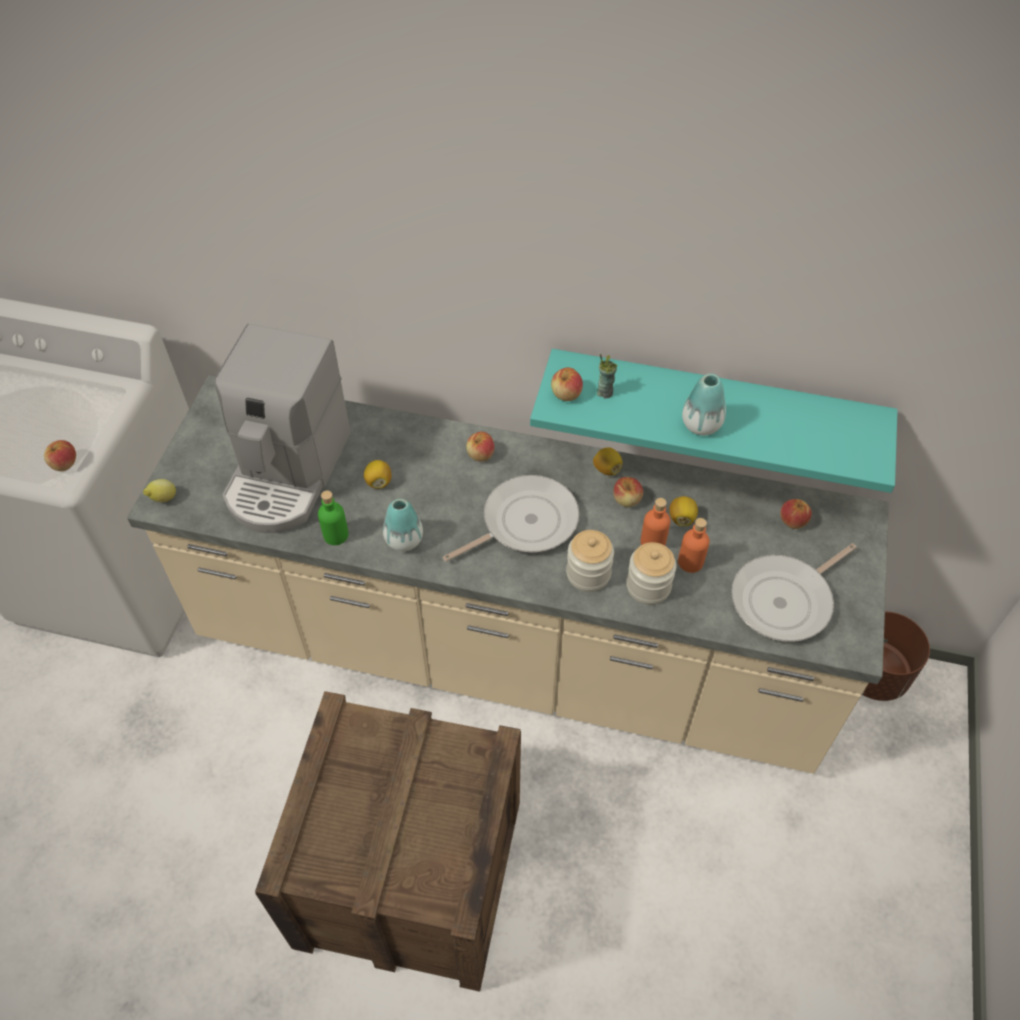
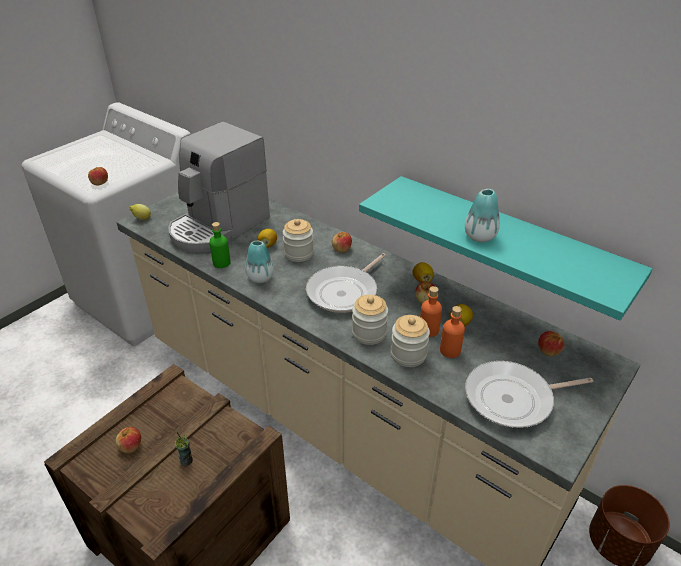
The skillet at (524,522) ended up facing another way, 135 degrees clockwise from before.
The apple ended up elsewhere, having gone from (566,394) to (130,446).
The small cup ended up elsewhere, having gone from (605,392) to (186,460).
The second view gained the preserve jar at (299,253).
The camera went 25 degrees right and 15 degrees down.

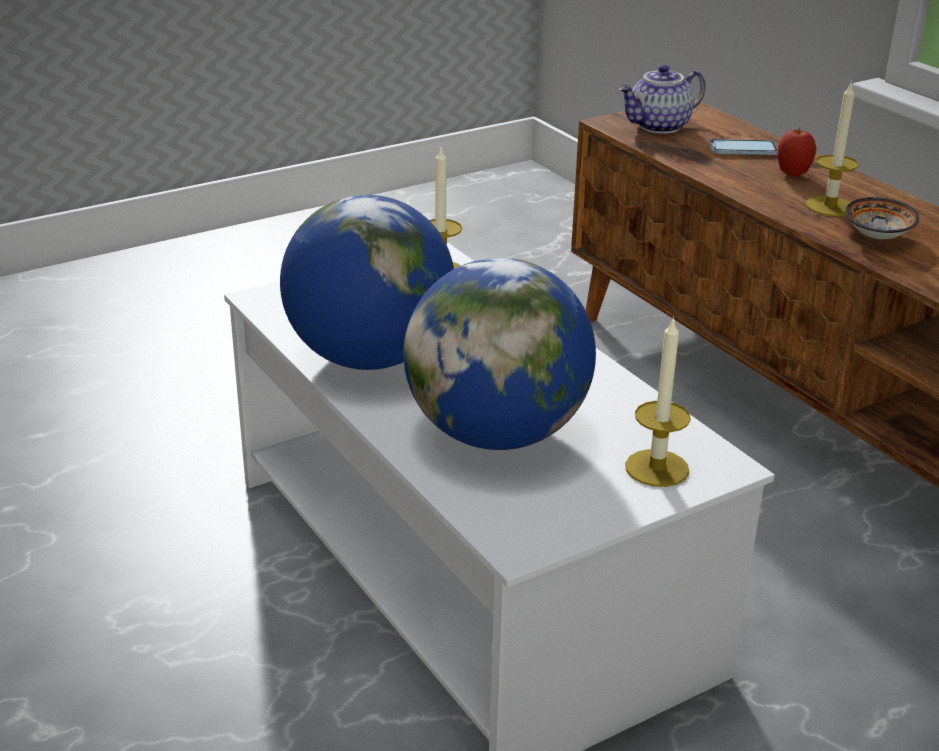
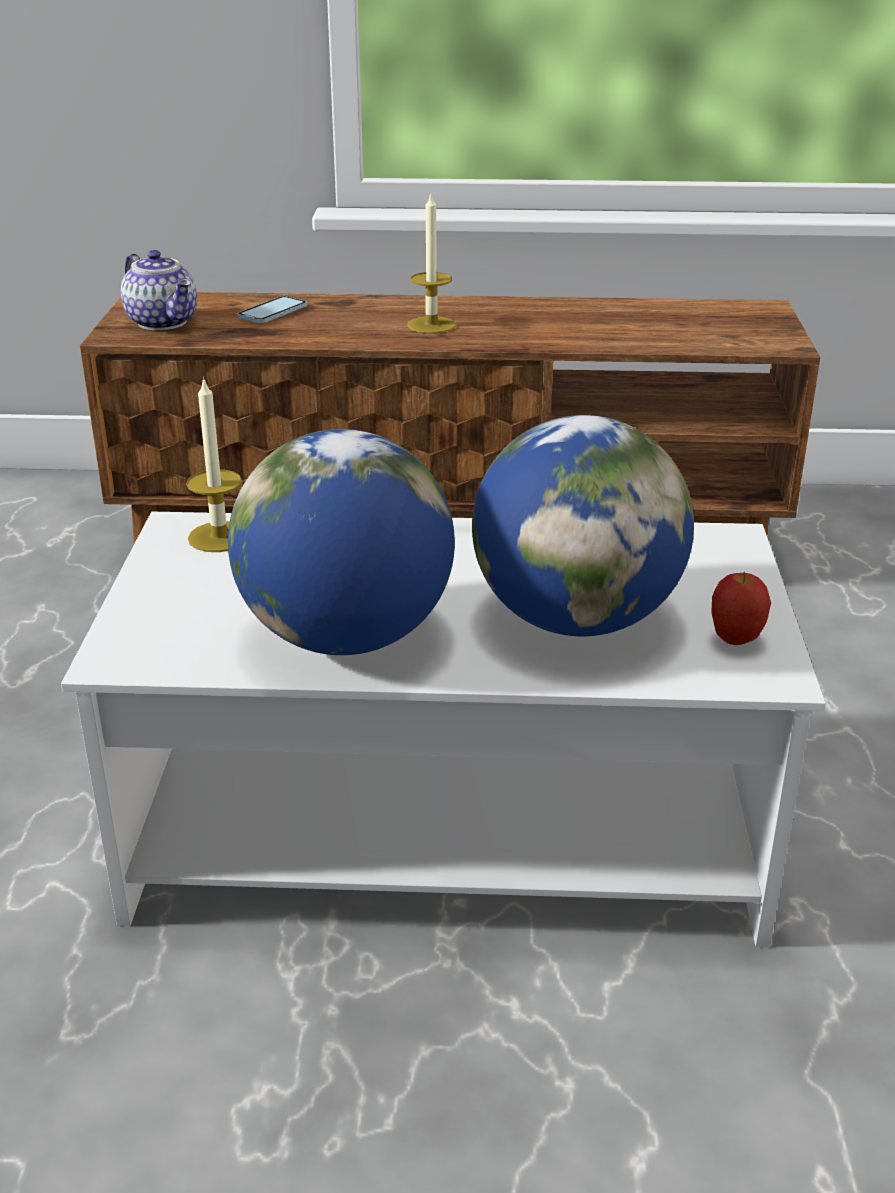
The teapot at (659,127) ended up facing another way, 45 degrees counterclockwise from before.
The second view lost the wax light at (657,468).
The apple ended up elsewhere, having gone from (792,175) to (735,640).
The second view lost the deep dish at (879,236).
The camera went 55 degrees left and 0 degrees up.

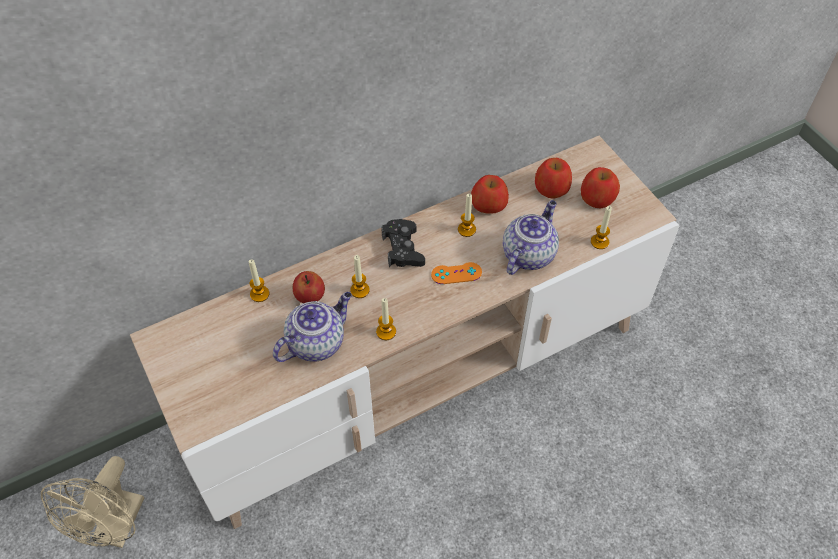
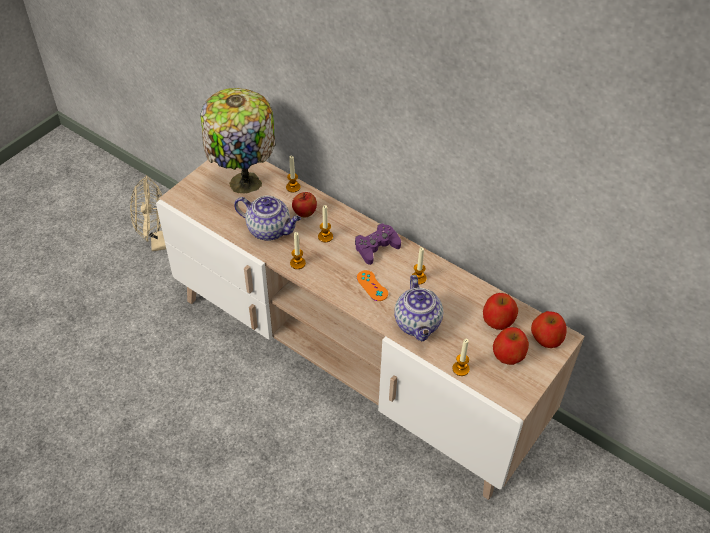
What was the game controller in black-coloured at (403,249) turned into the game controller in purplish at (376,247).
The apple ended up elsewhere, having gone from (488,205) to (546,337).
The teapot at (528,254) ended up facing another way, 75 degrees clockwise from before.
The second view gained the tabletop lamp at (243,184).
The camera went 65 degrees right and 5 degrees down.

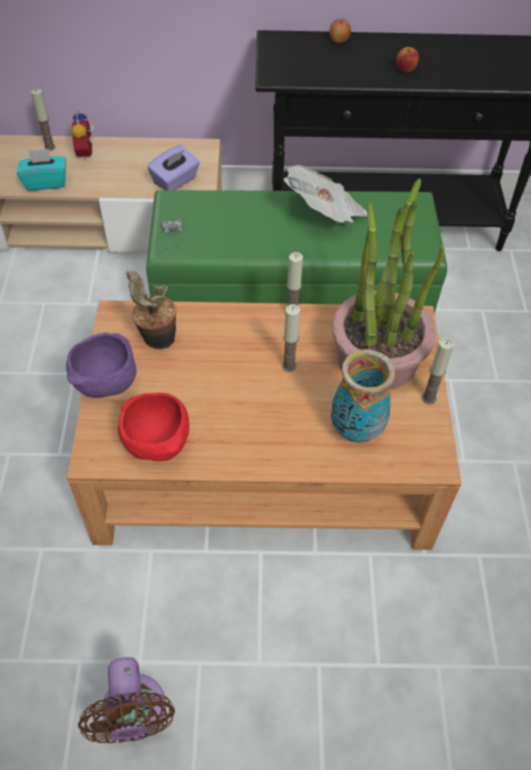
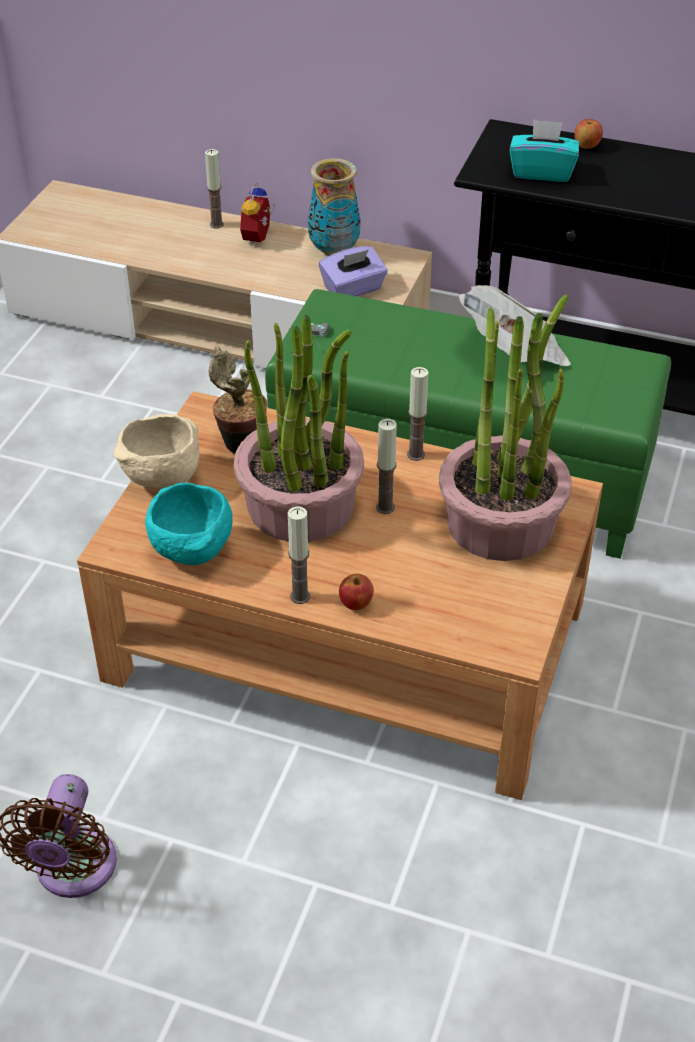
The tissue box in turquoise ended up elsewhere, having gone from (46,182) to (542,172).
What was the deep dish in purplish at (106,385) turned into the deep dish in beige-coloured at (161,479).
What was the deep dish in red-coloured at (159,445) turned into the deep dish in turquoise at (193,552).
The vase ended up elsewhere, having gone from (355,429) to (333,250).
The apple ended up elsewhere, having gone from (405,70) to (356,604).
The wax light ended up elsewhere, having gone from (428,398) to (300,596).
The second view gained the houseplant at (301,506).
The camera went 20 degrees right and 10 degrees down.

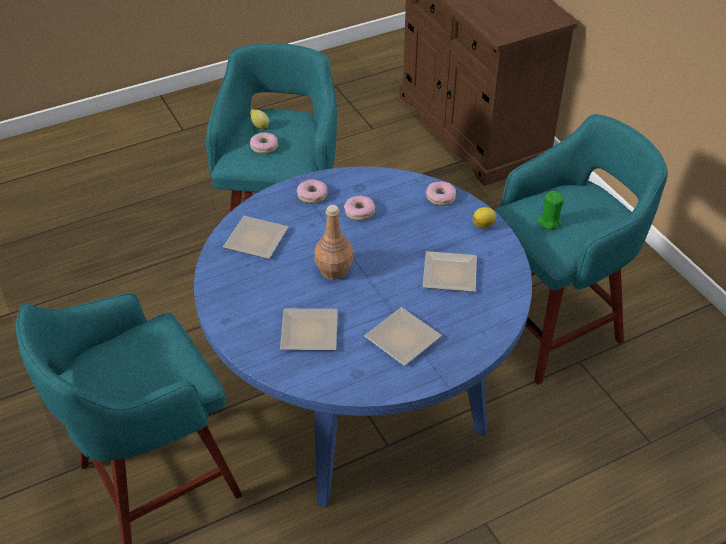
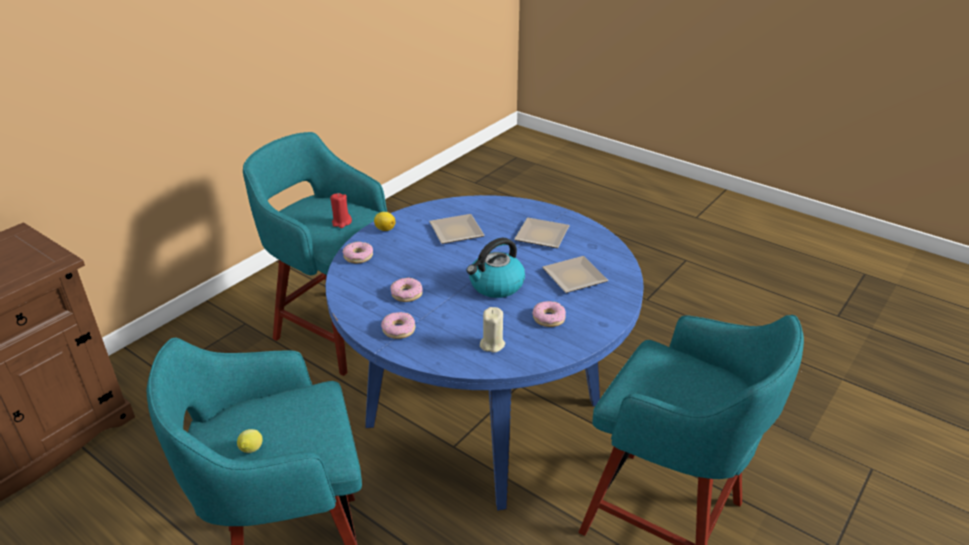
Where the flat dish stood at (254,241), the wax light in beige-coloured came to stand at (492,344).
The ring doughnut ended up elsewhere, having gone from (264,146) to (549,318).
Where the beverage bottle in brown stood at (334,271), the kettle came to stand at (496,285).
What was the wax light in green-coloured at (549,222) turned into the wax light in red-coloured at (341,222).
The camera went 115 degrees left and 10 degrees down.

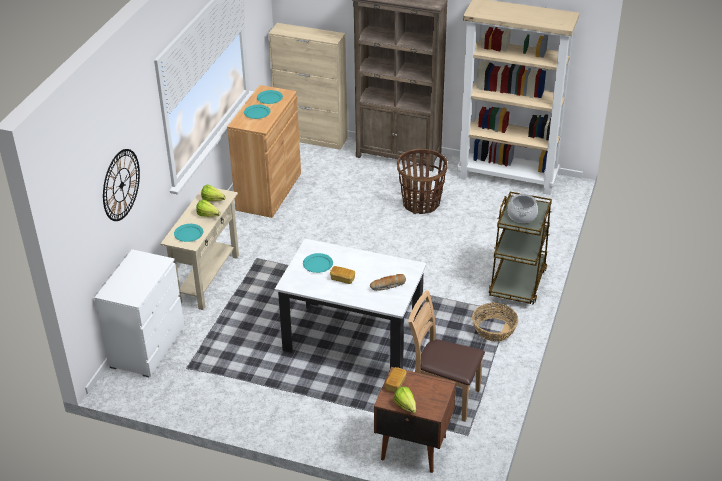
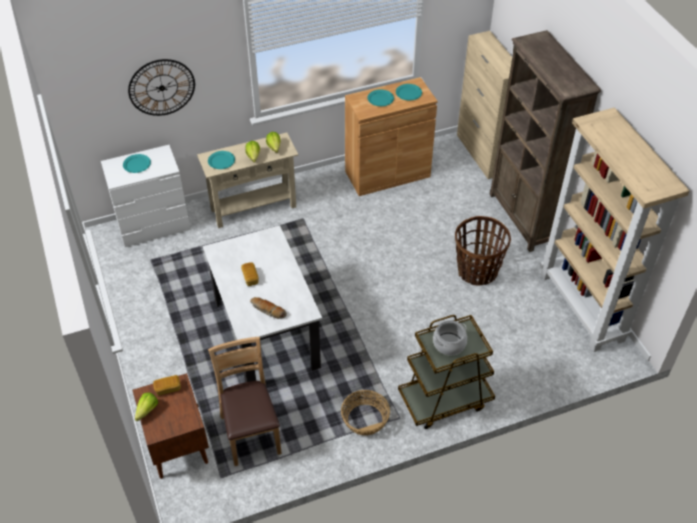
The flat dish in turquoise ended up elsewhere, having gone from (318,264) to (137,165).
The camera went 50 degrees right and 10 degrees up.

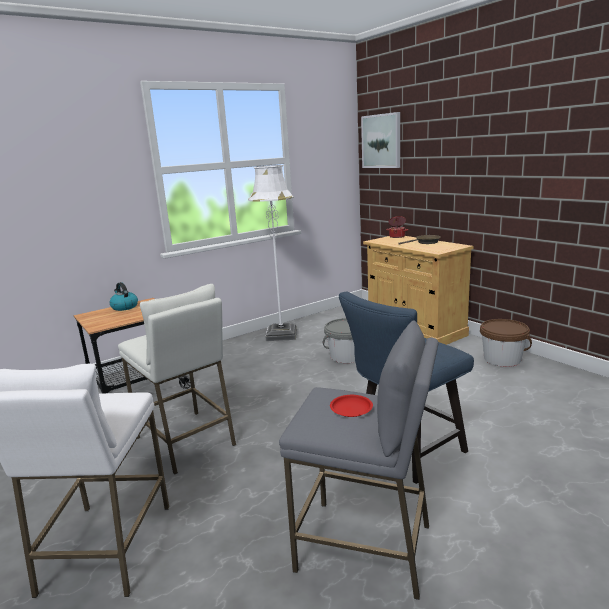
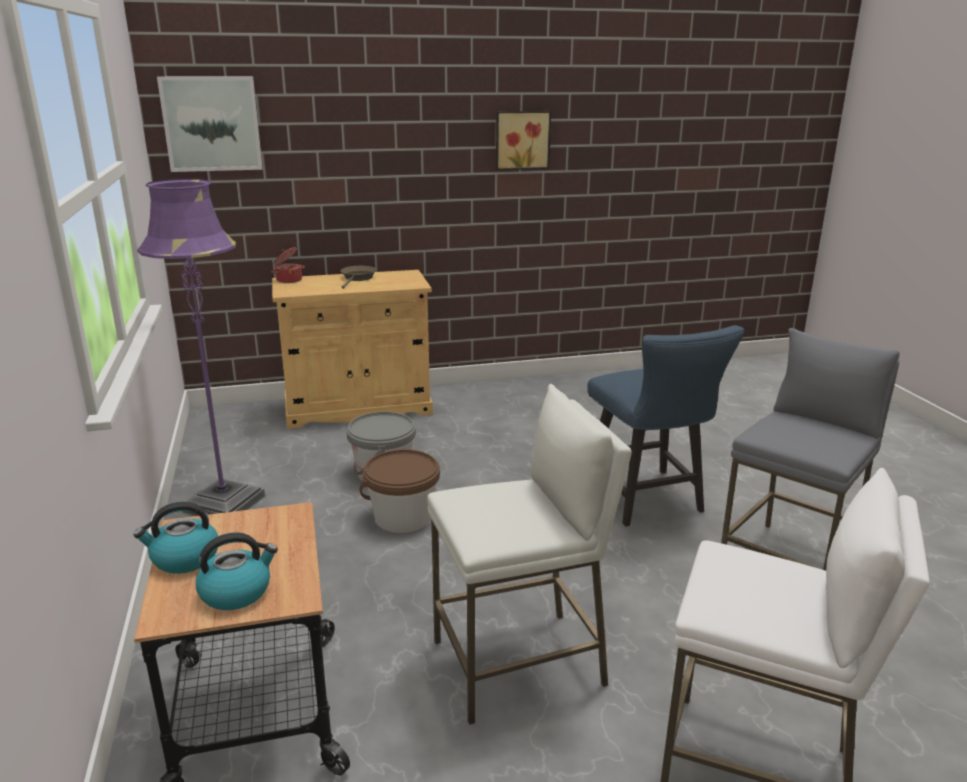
What was the standing lamp in whitish at (281,334) turned into the standing lamp in purplish at (224,504).
The second view lost the flat dish in red-coloured at (351,408).
The bucket in brown ended up elsewhere, having gone from (502,359) to (403,517).
The second view gained the kettle at (237,592).
The second view gained the wall art at (522,140).
The camera went 70 degrees left and 5 degrees up.

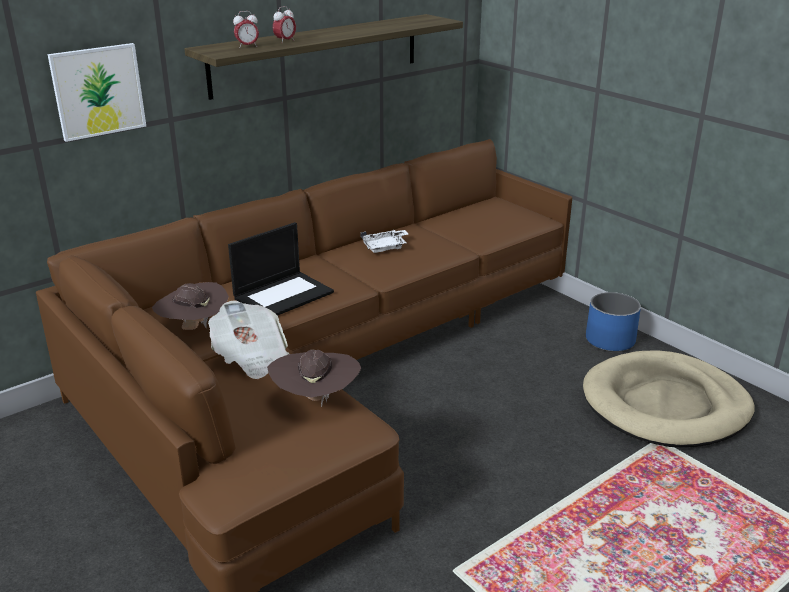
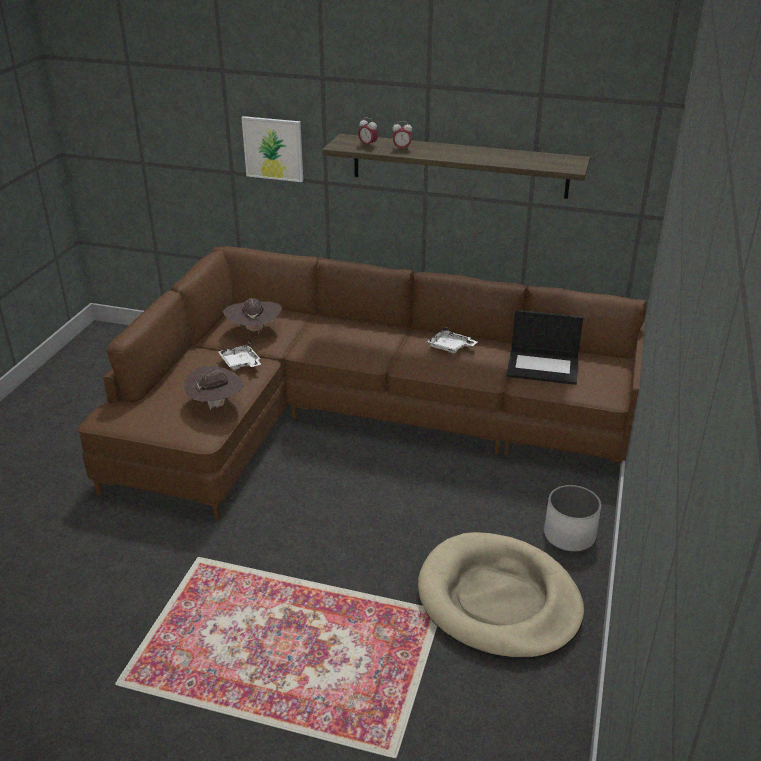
Where the printed paper stood at (251,357), the tray in whitish came to stand at (240,363).
The portable computer ended up elsewhere, having gone from (283,294) to (543,367).
What was the plant pot in blue at (610,340) turned into the plant pot in whitish at (570,535).
The camera went 55 degrees right and 5 degrees up.

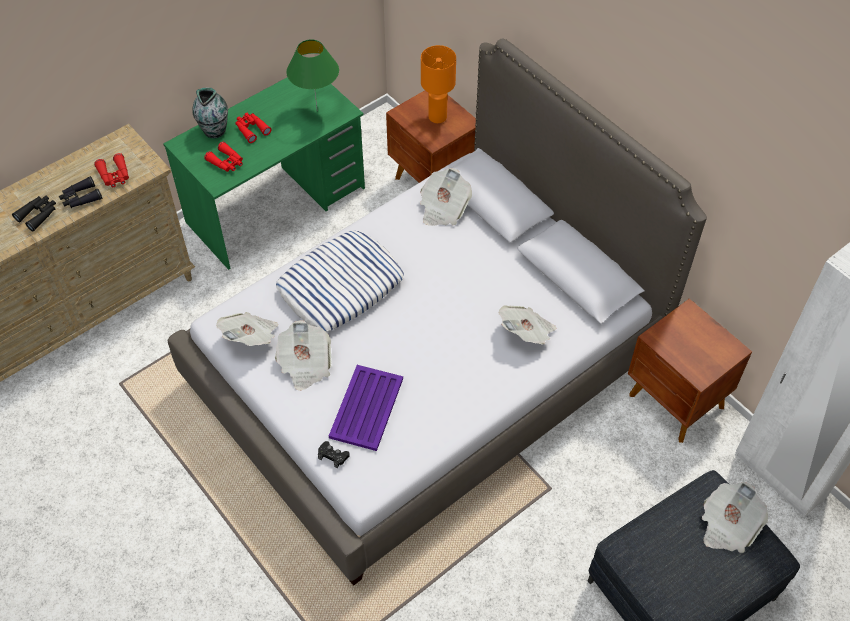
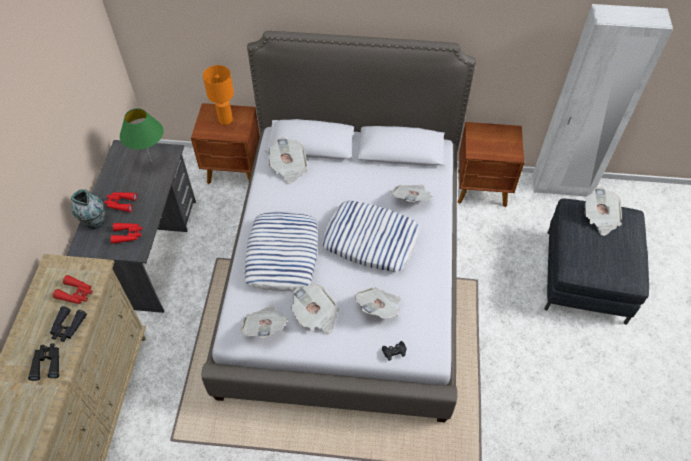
What was the desk table in green-coloured at (276,205) turned into the desk table in gray at (151,251).
Where the tray in purplish stood at (367,407), the printed paper came to stand at (379,308).
The second view gained the pillow at (371,240).
The camera went 45 degrees left and 0 degrees up.

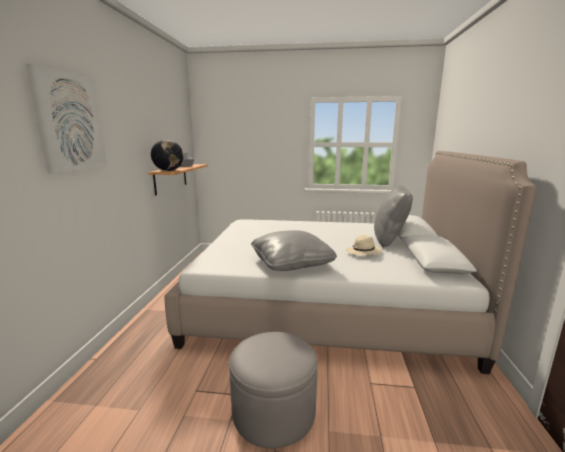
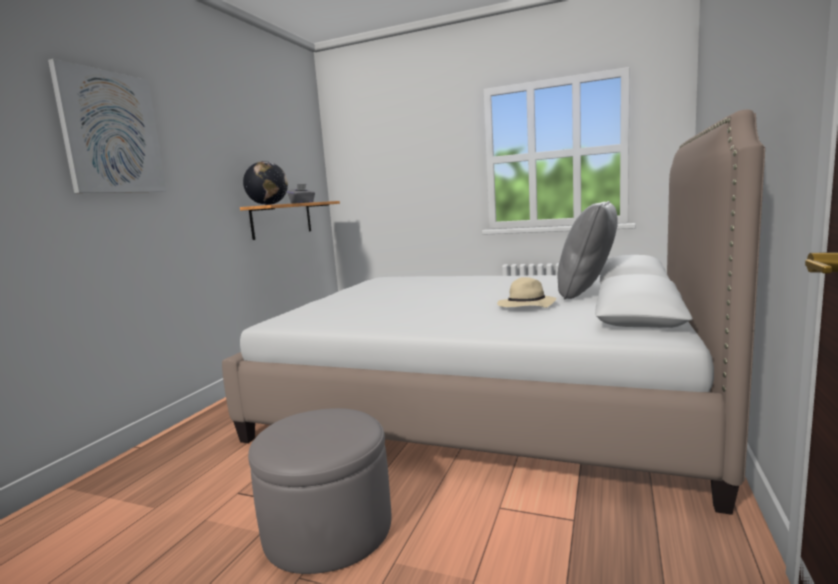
The second view lost the pillow in gray at (291,263).
The camera went 15 degrees right and 5 degrees down.

